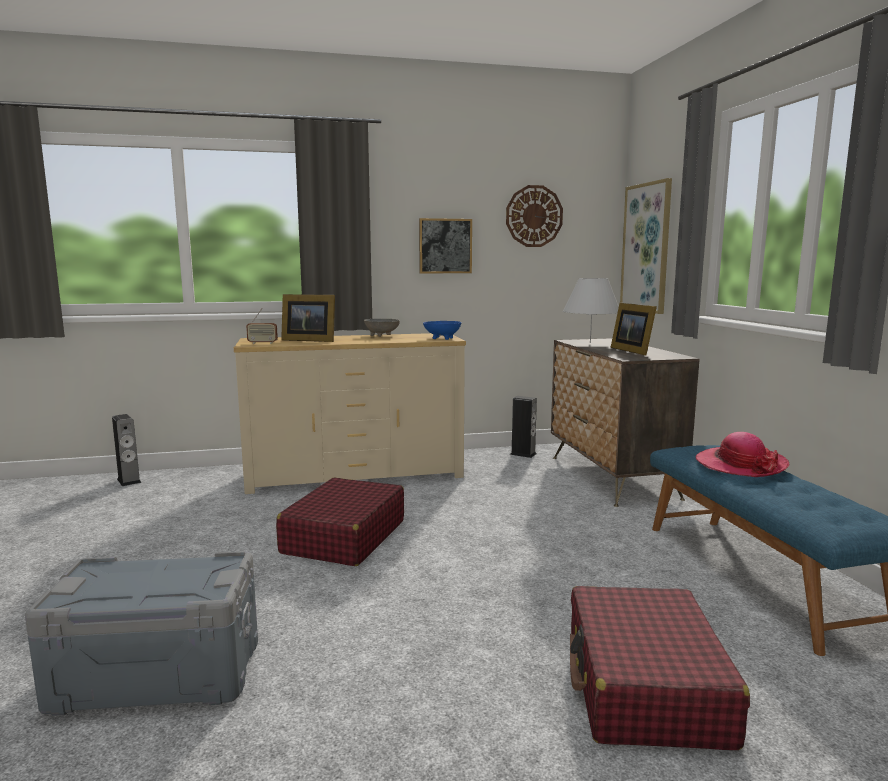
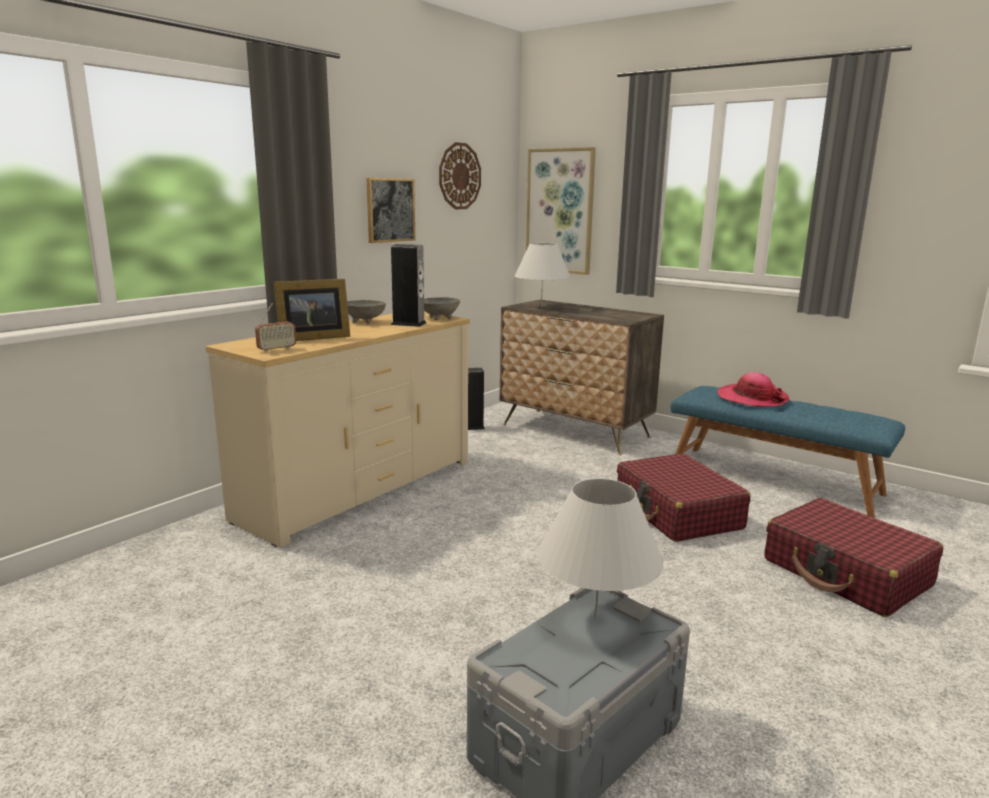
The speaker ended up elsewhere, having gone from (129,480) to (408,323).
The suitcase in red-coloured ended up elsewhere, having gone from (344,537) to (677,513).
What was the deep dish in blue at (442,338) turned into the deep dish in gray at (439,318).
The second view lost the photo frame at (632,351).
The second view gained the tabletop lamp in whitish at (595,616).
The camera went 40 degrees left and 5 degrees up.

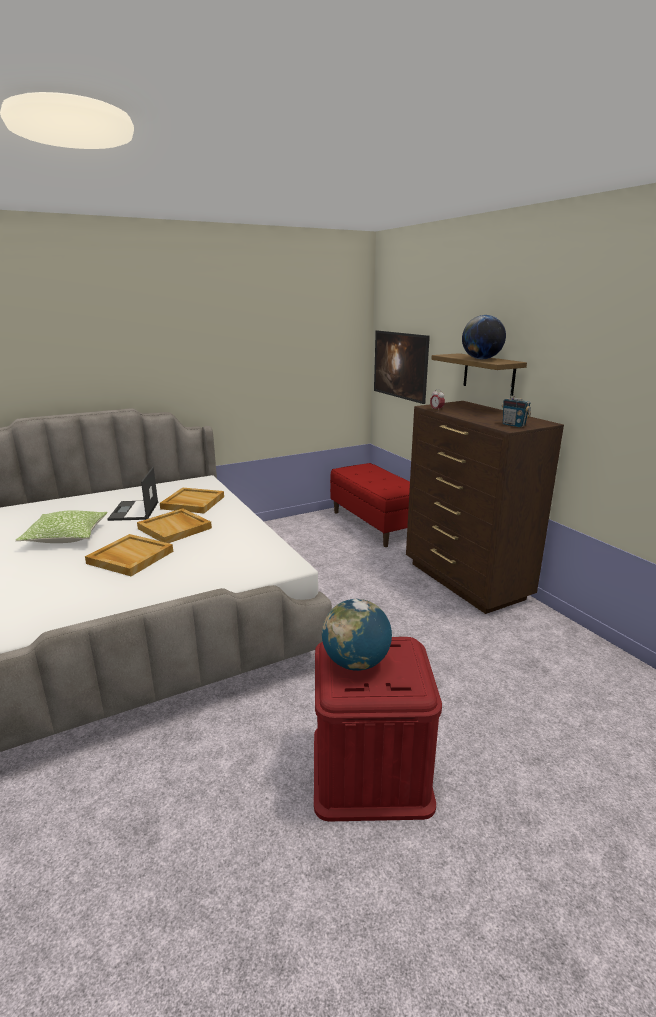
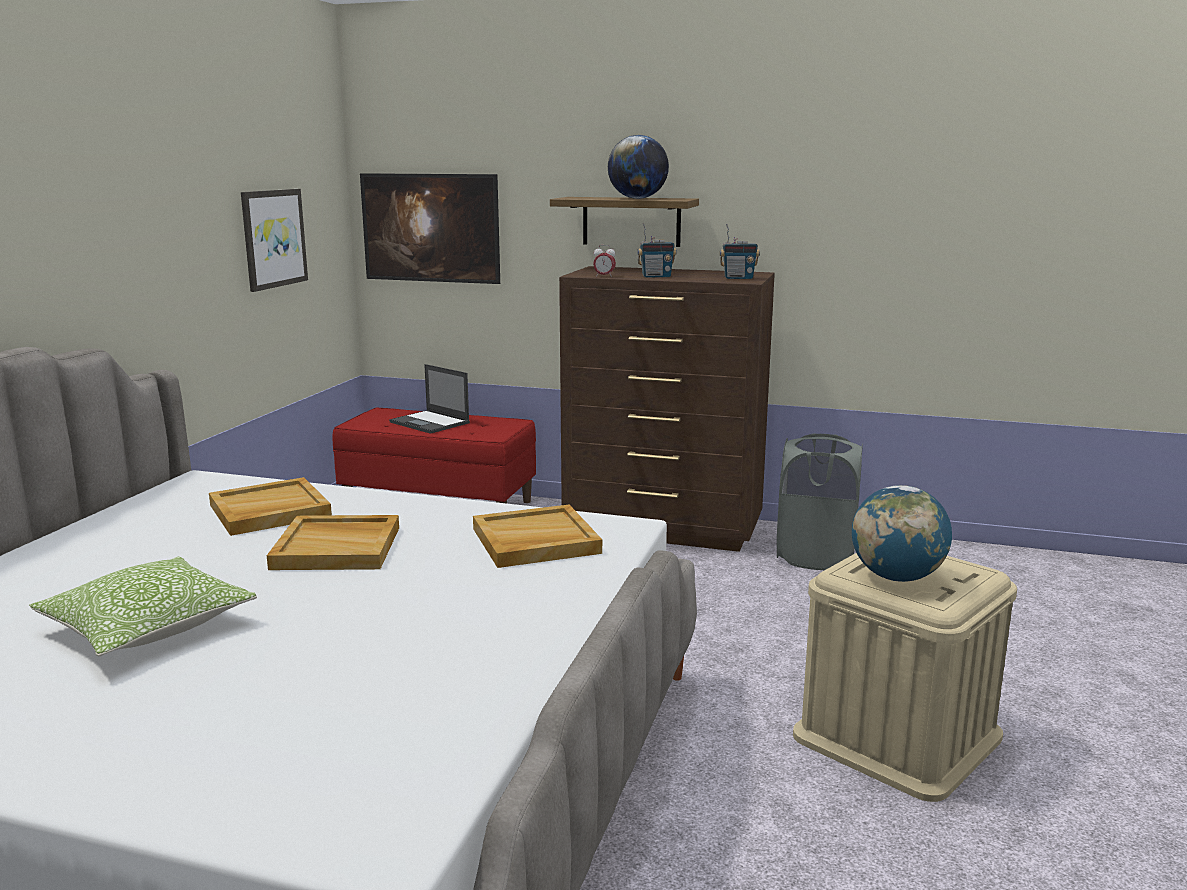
The tray in beige-coloured ended up elsewhere, having gone from (129,557) to (535,541).
The portable computer ended up elsewhere, having gone from (134,511) to (430,422).
What was the storage box in red-coloured at (370,769) turned into the storage box in beige-coloured at (897,735).
The second view gained the wall art at (273,238).
The second view gained the radio set at (656,276).
The second view gained the washing basket in gray at (816,556).
The camera went 45 degrees left and 5 degrees down.

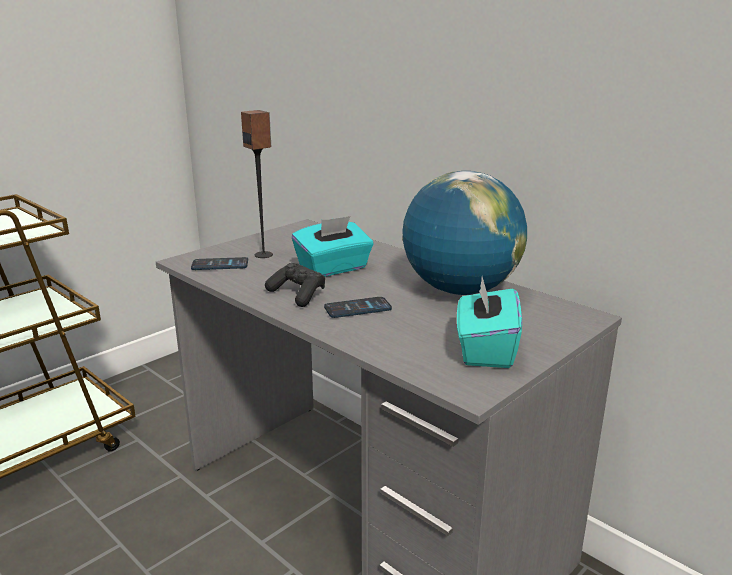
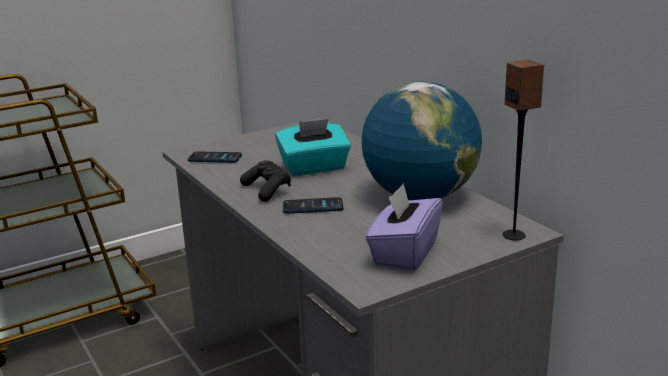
The speaker ended up elsewhere, having gone from (264,255) to (514,235).
What was the tissue box in turquoise at (485,350) turned into the tissue box in purplish at (404,253).
The camera went 15 degrees right and 0 degrees up.

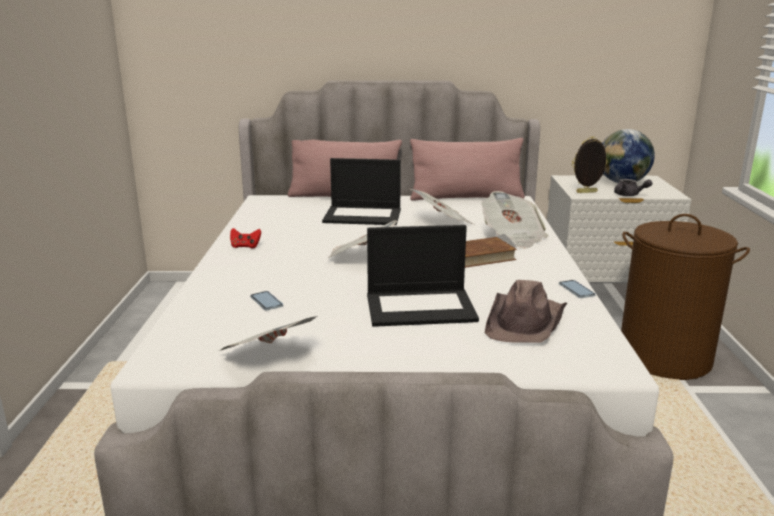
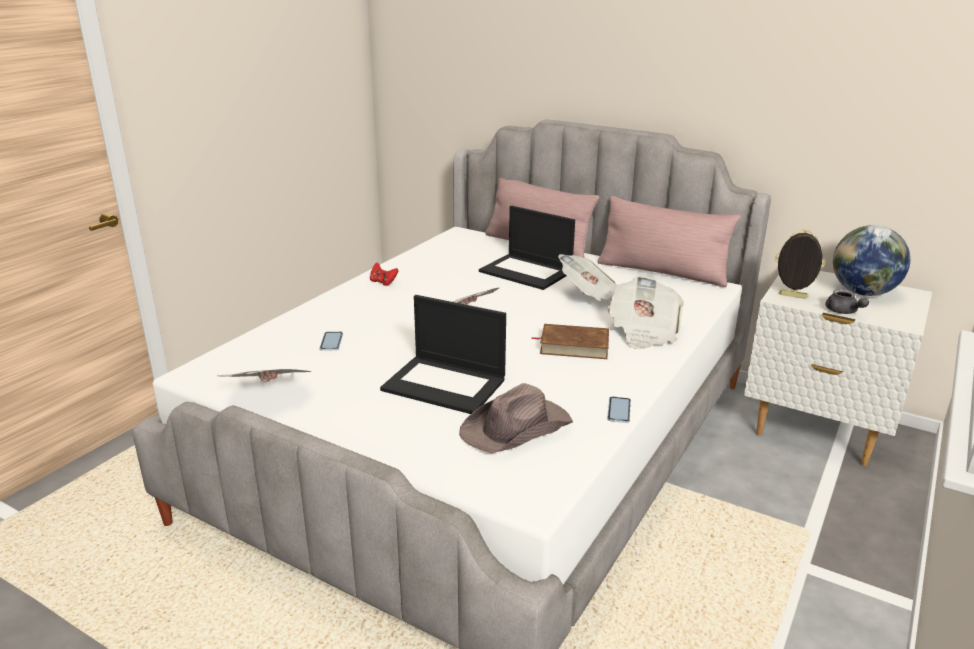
The second view lost the washing basket in brown at (664,357).
The camera went 30 degrees right and 5 degrees up.

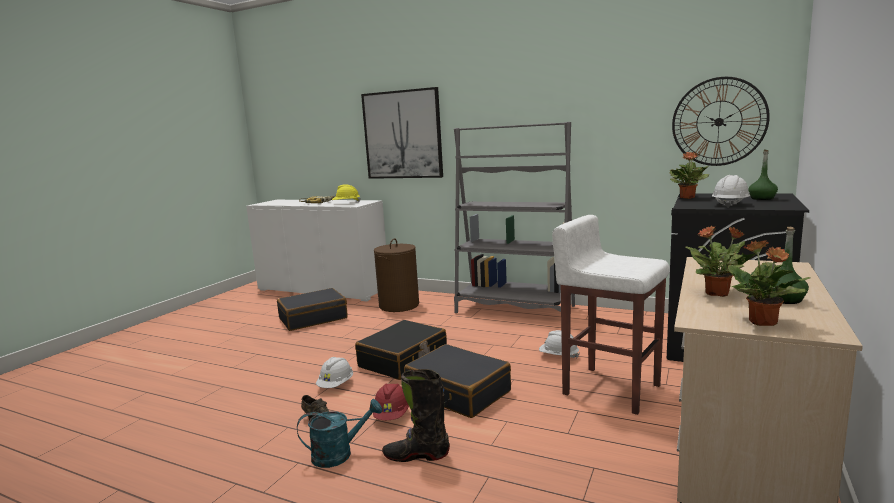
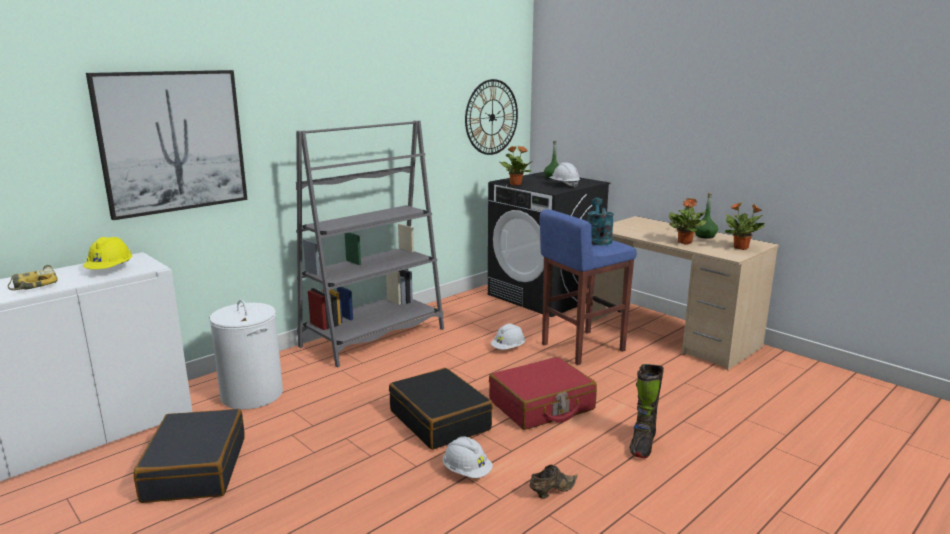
The watering can in turquoise ended up elsewhere, having gone from (339,454) to (597,239).
The second view lost the work helmet in red-coloured at (392,415).
What was the washing basket in brown at (399,305) turned into the washing basket in whitish at (251,394).
What was the suitcase in black-coloured at (457,392) turned into the suitcase in red-coloured at (541,406).
What was the stool in whitish at (610,388) turned into the stool in blue at (581,347).
The camera went 70 degrees left and 5 degrees up.

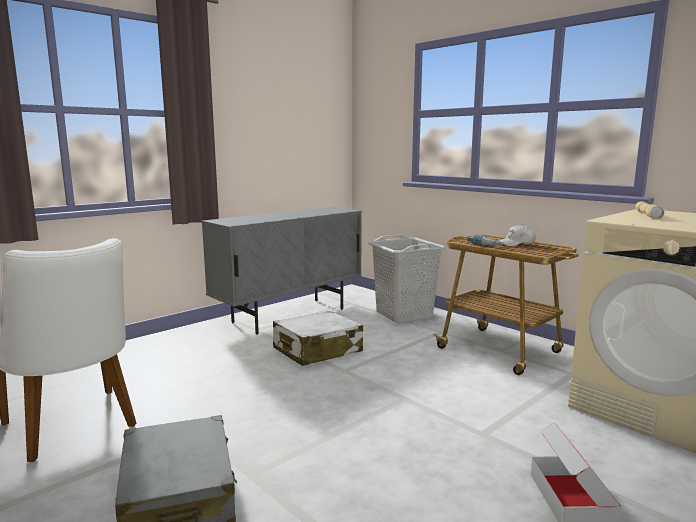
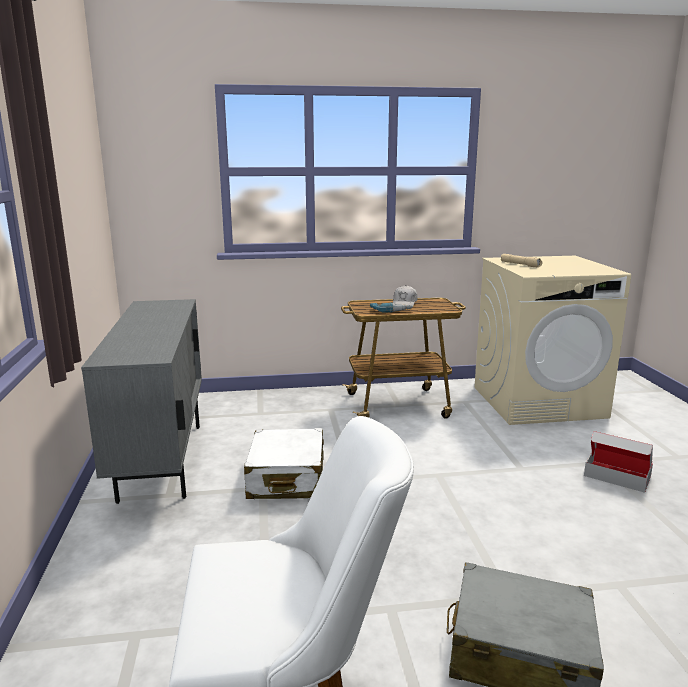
The second view lost the washing basket in gray at (404,314).
The camera went 55 degrees left and 5 degrees up.

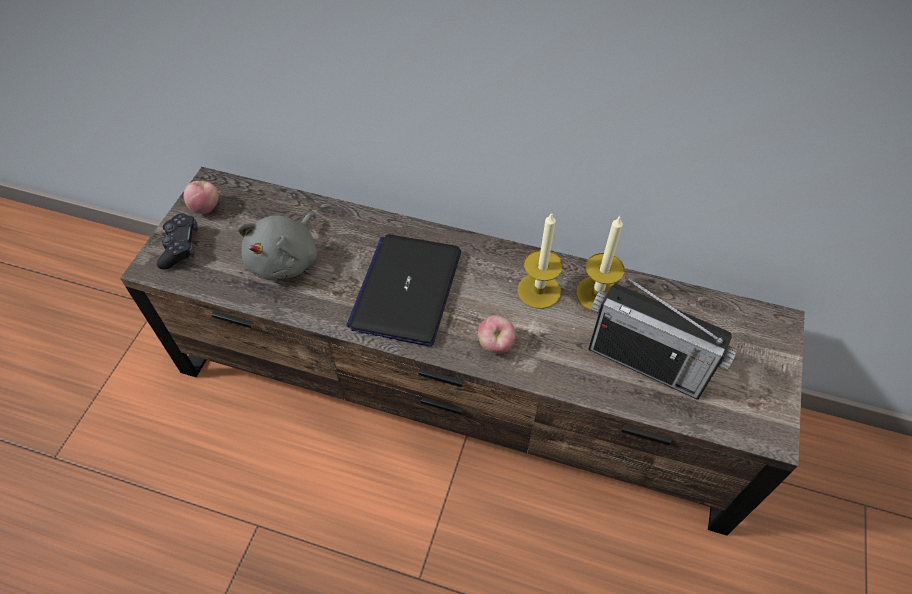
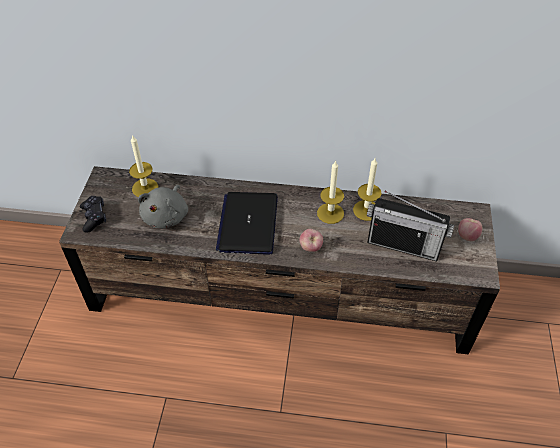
The apple ended up elsewhere, having gone from (206,207) to (467,236).
The second view gained the wax light at (145,188).
The camera went 10 degrees left and 5 degrees down.

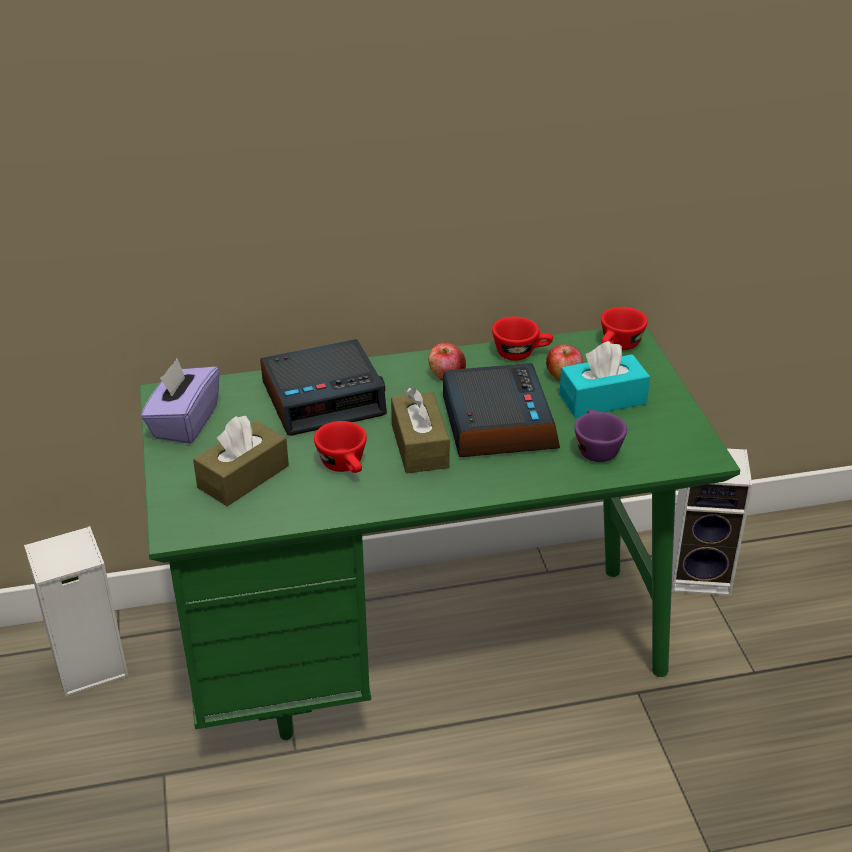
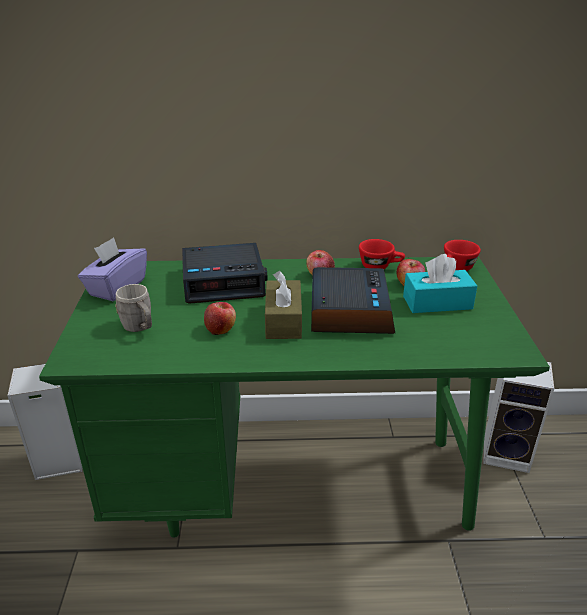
Where the tissue box in brown stood at (243,477), the tea mug in gray came to stand at (140,328).
Where the small cup in red-coloured stood at (345,466), the apple came to stand at (220,329).
The second view lost the small cup in purplish at (595,448).
The camera went 10 degrees right and 5 degrees down.

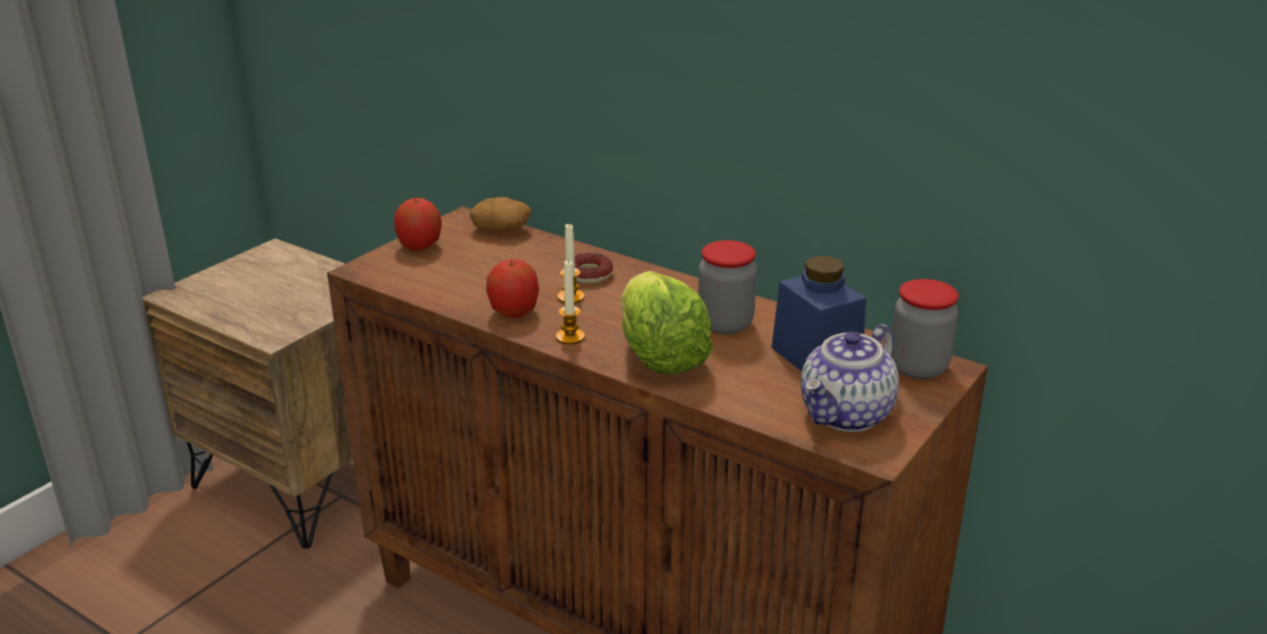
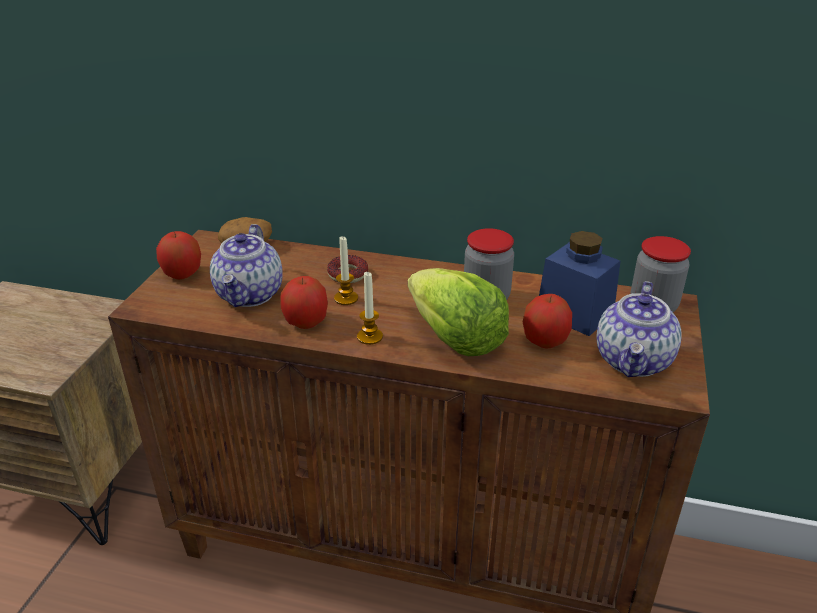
The second view gained the teapot at (250,295).
The second view gained the apple at (545,341).
The camera went 20 degrees left and 5 degrees up.

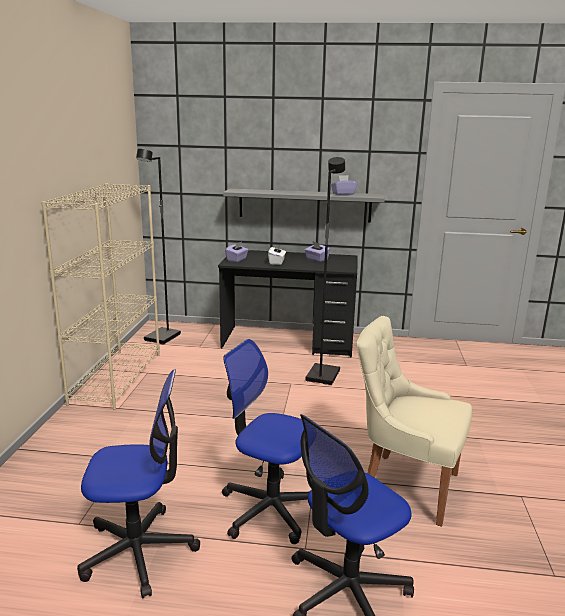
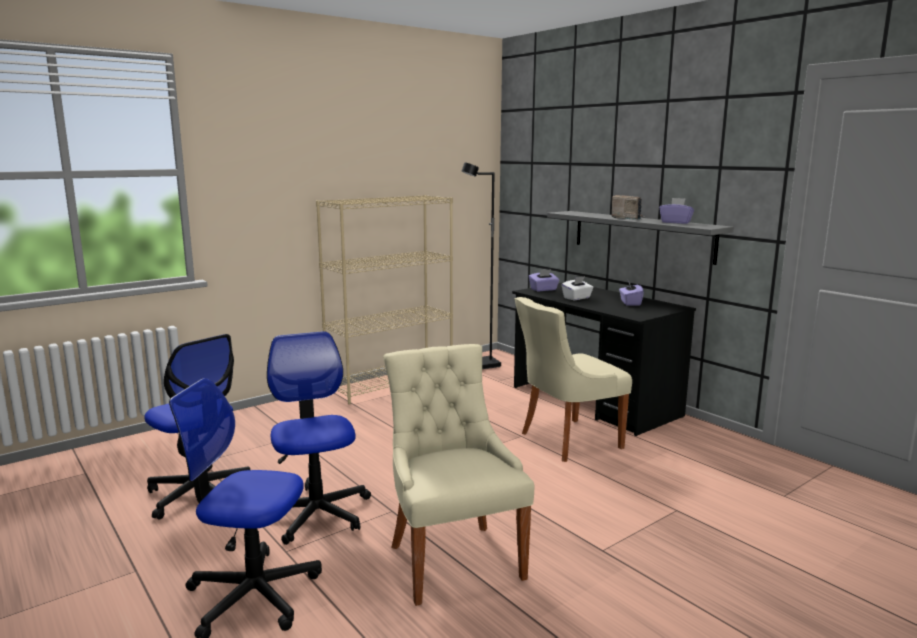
Where the standing lamp in black-coloured stood at (322,375), the chair in beige-coloured came to stand at (567,440).
The second view gained the radio set at (628,218).
The camera went 45 degrees right and 5 degrees down.

